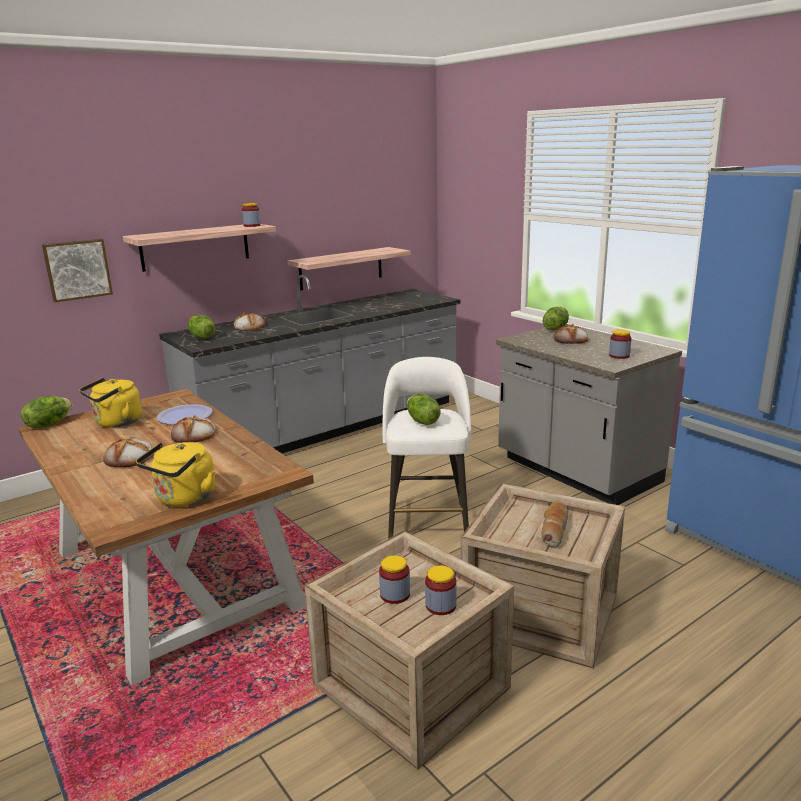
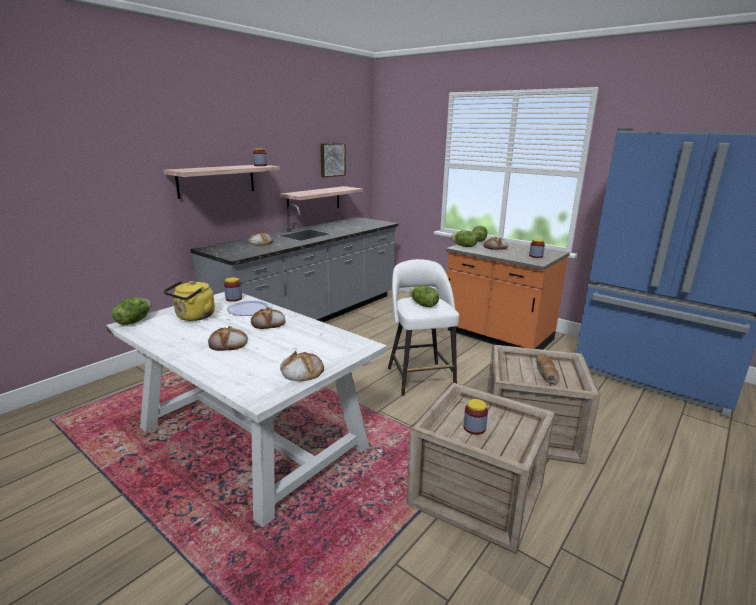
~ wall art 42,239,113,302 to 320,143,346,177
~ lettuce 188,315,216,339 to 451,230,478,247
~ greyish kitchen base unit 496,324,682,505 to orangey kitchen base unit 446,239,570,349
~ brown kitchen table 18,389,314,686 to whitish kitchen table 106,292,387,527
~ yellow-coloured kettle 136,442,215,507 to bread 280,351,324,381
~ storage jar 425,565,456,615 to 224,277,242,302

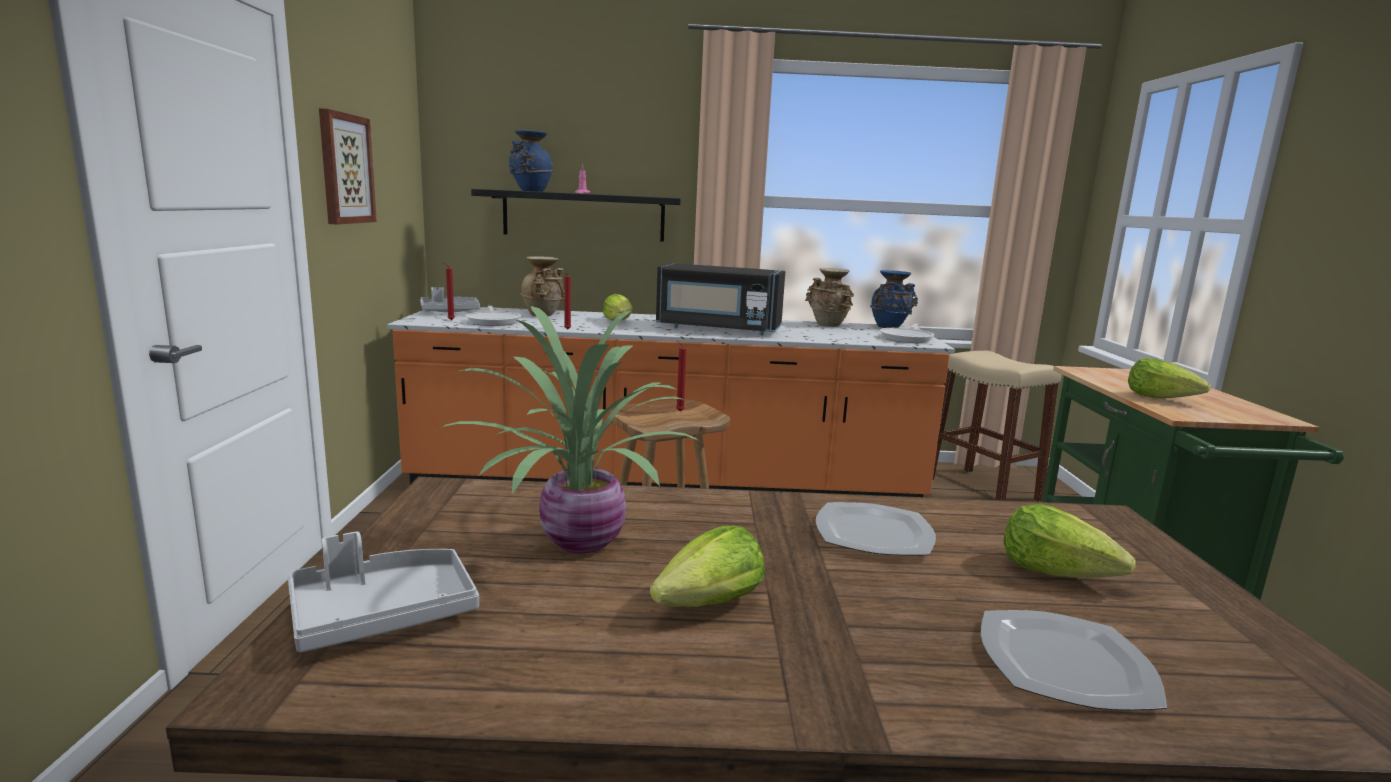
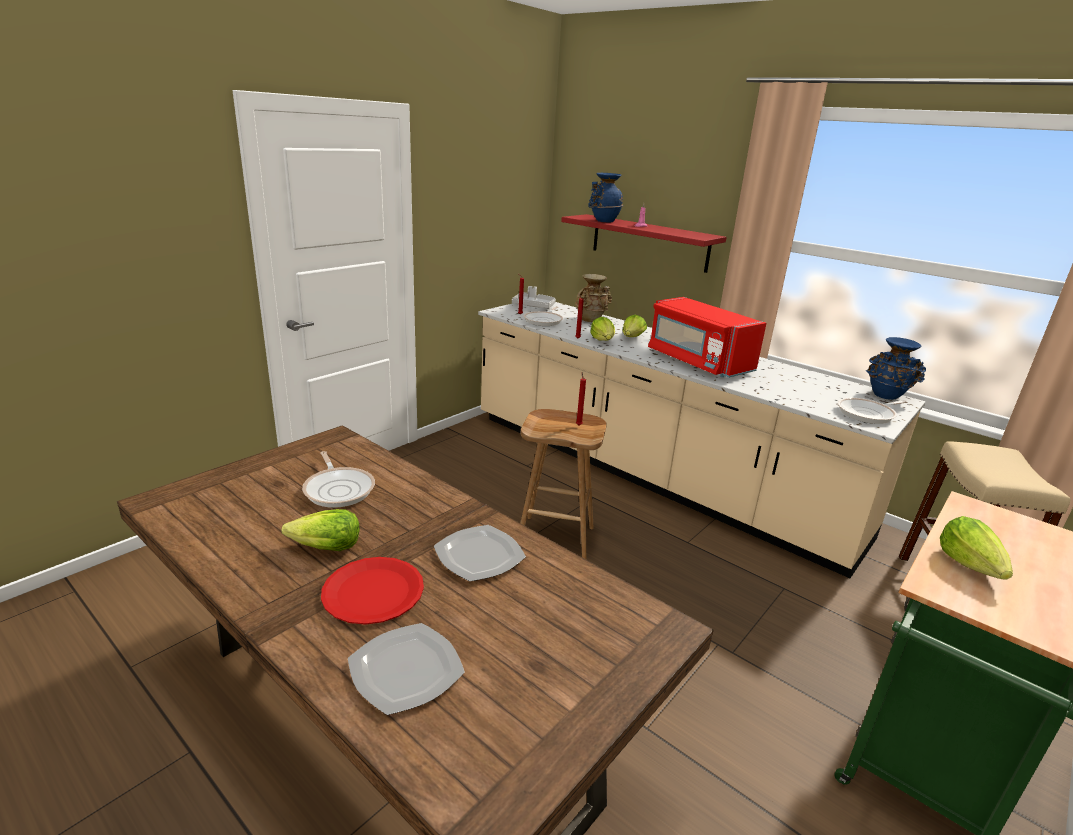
- wall art 319,108,377,224
~ black shelf 471,189,681,242 to red-coloured shelf 561,214,727,273
~ black microwave 656,263,785,335 to red-coloured microwave 648,297,767,378
- beige-coloured flower vase 805,268,854,327
~ plant in a pot 435,306,704,553 to skillet 302,451,375,508
~ orangey kitchen base unit 387,307,955,497 to beige-coloured kitchen base unit 478,302,925,578
~ lettuce 1003,504,1136,578 to 590,317,615,341
- greyish carrying tray 288,532,479,653
+ red-coloured plate 321,557,424,625

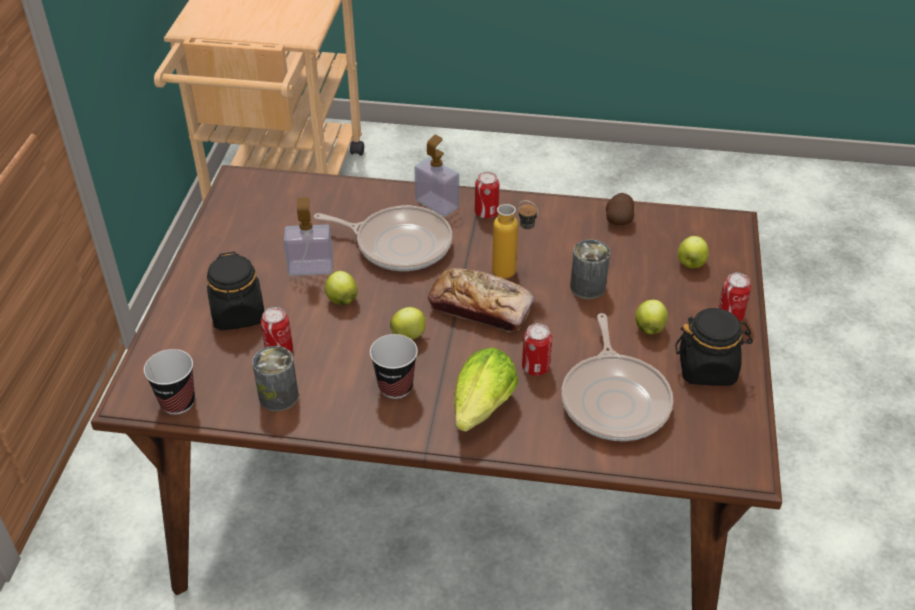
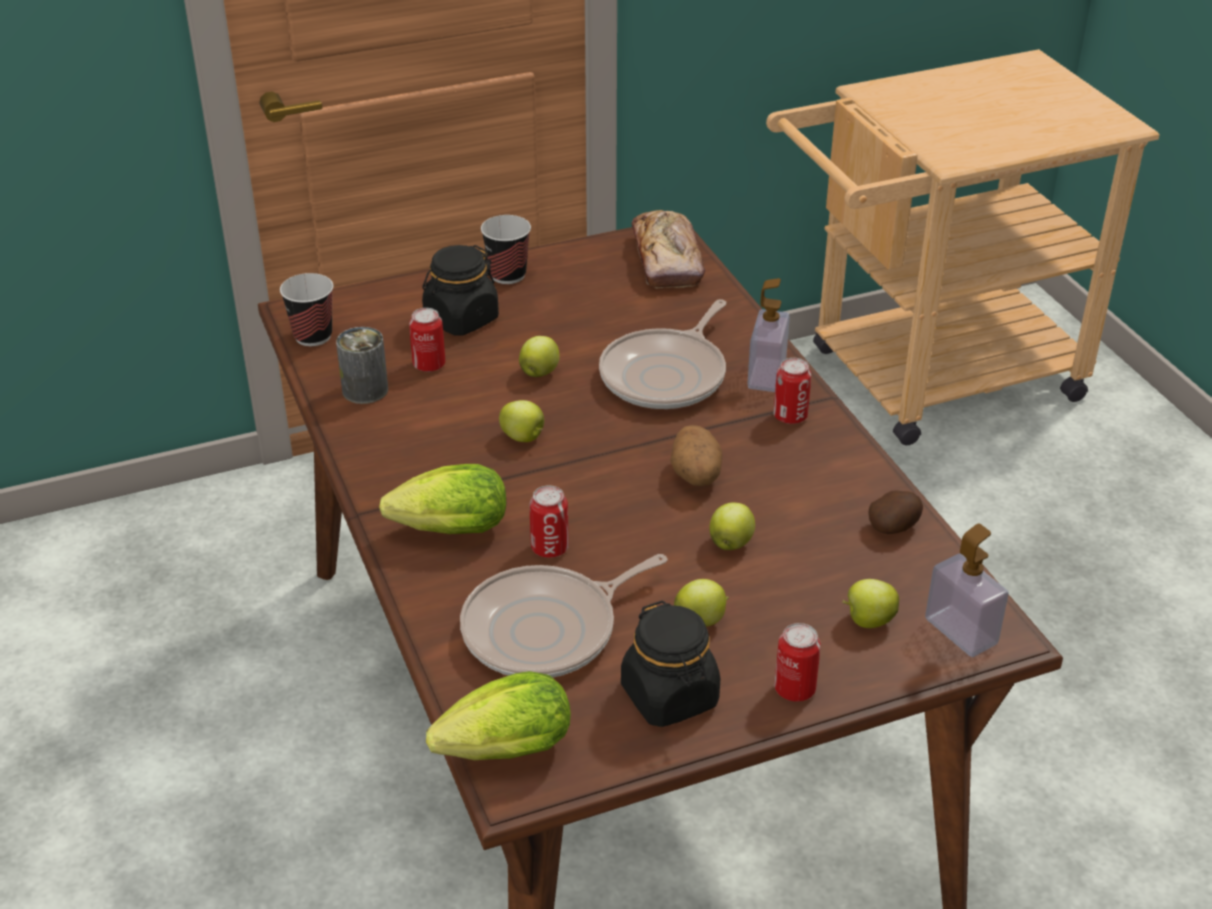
~ liquid soap bottle 284,197,333,276 to 925,523,1009,657
~ beverage bottle 492,200,538,279 to potato 670,425,722,486
~ skillet 314,206,452,271 = 599,299,726,409 45 degrees clockwise
~ metal can 570,240,610,299 to apple 709,503,755,550
~ bread 428,268,535,332 to 632,210,705,289
~ cup 370,334,418,399 to 481,215,531,284
+ lettuce 426,671,571,760

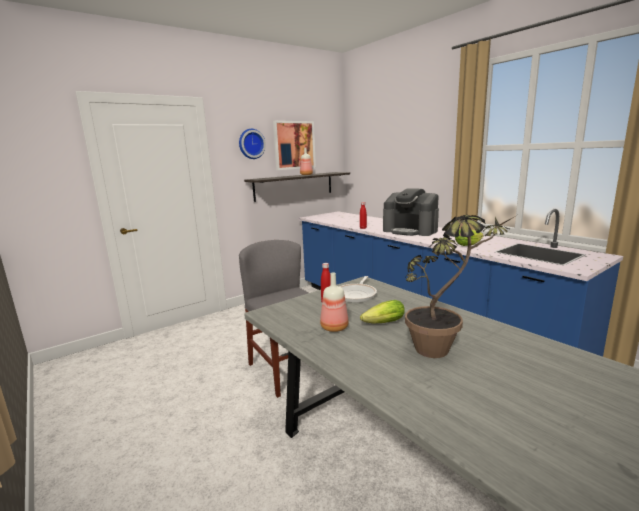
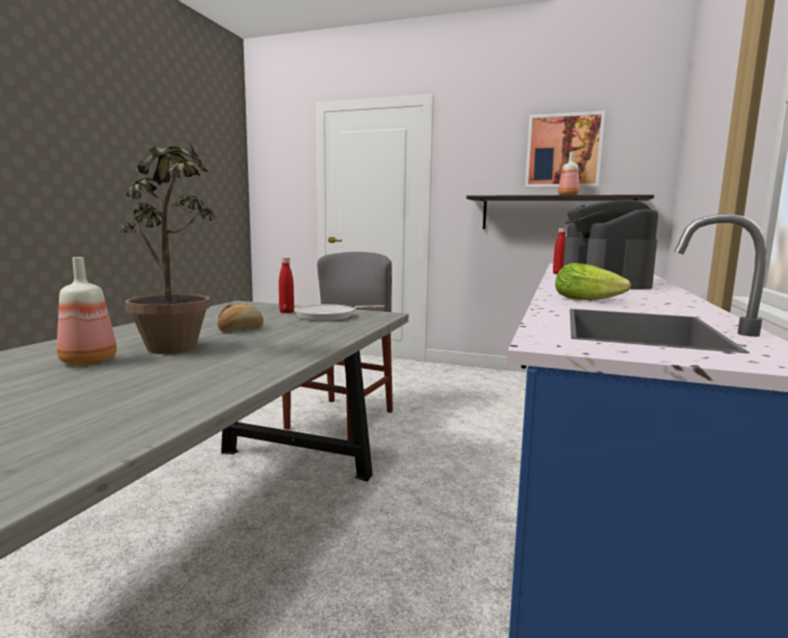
- wall clock 239,129,266,159
~ beverage bottle 320,272,349,332 to 57,257,117,365
~ lettuce 360,300,405,323 to bread 218,303,264,332

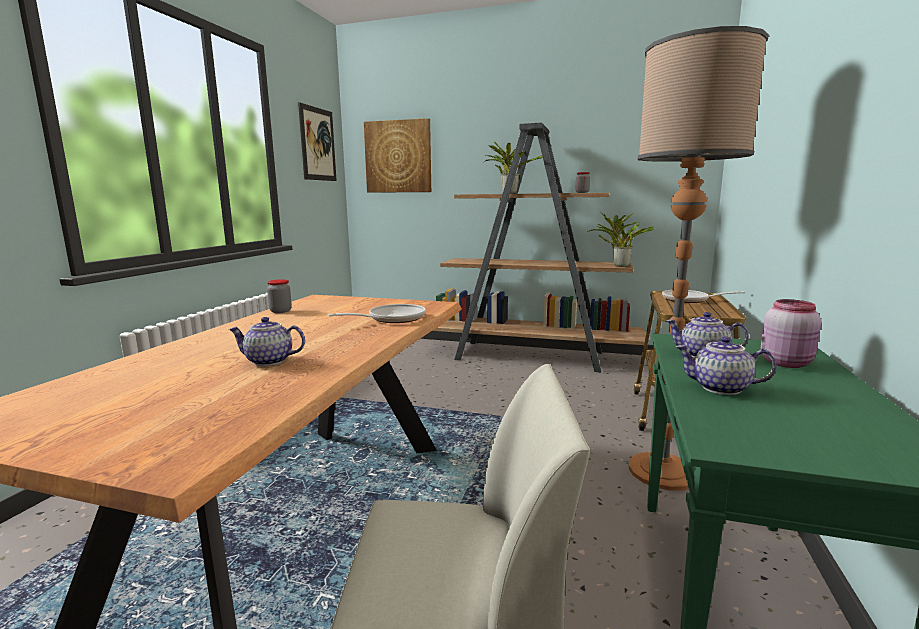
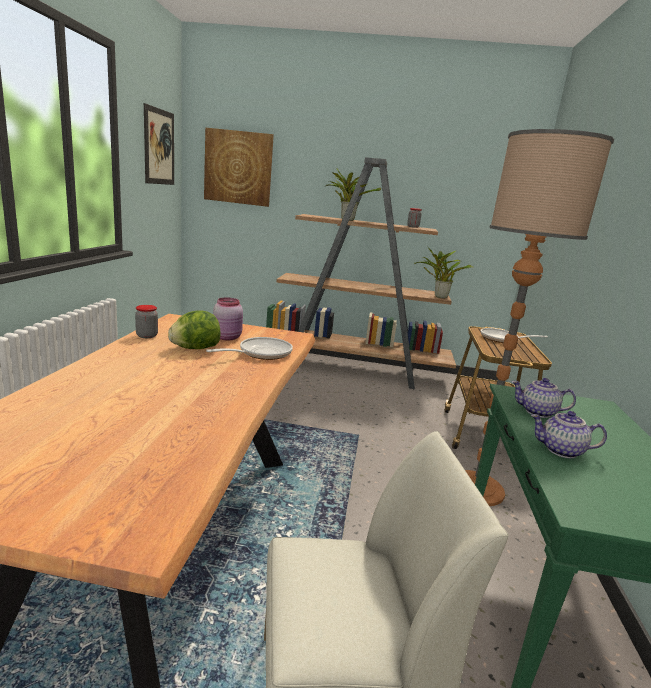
~ pinkish storage jar 761,299,821,368 to 213,298,243,340
- pot for tea 229,317,305,366
+ lettuce 168,311,221,349

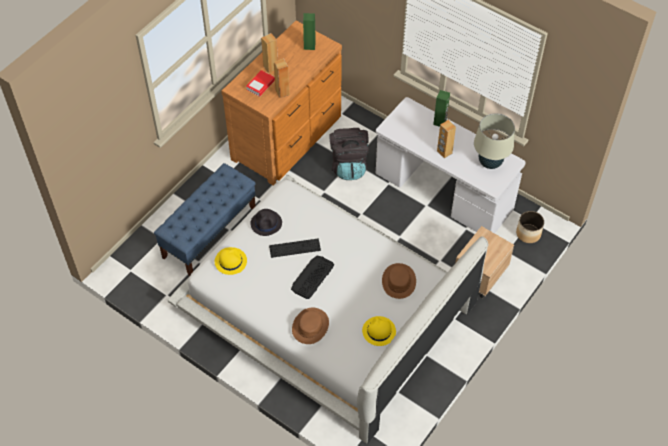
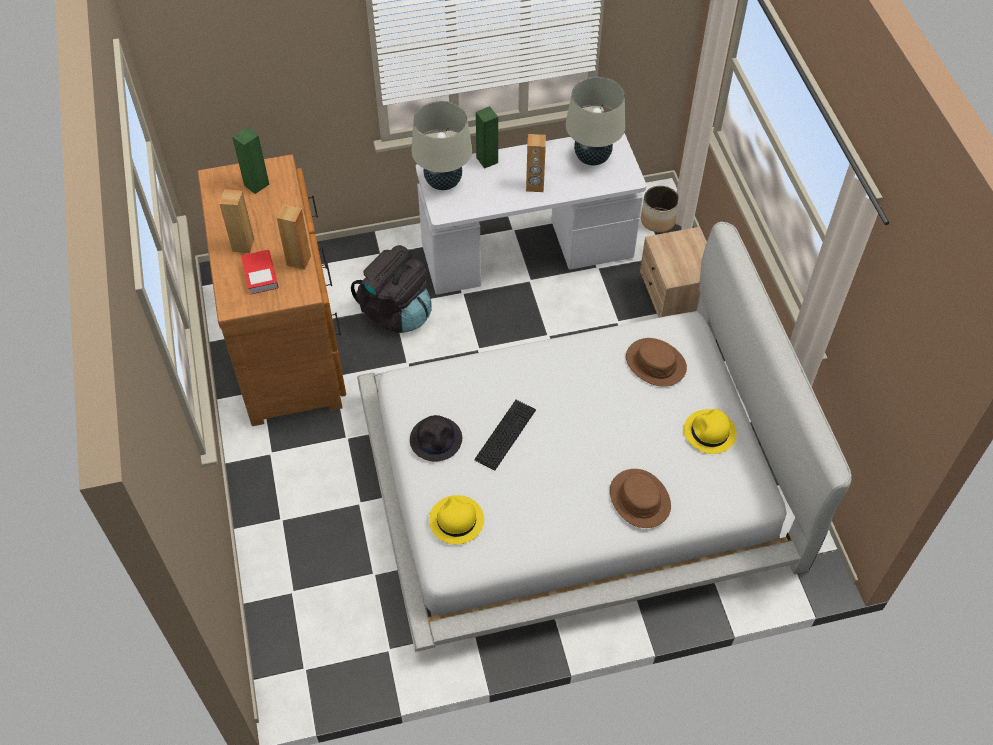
- blue long seat 154,163,256,276
- PC keyboard 291,256,334,299
+ beige-coloured lamp for a table 412,101,472,190

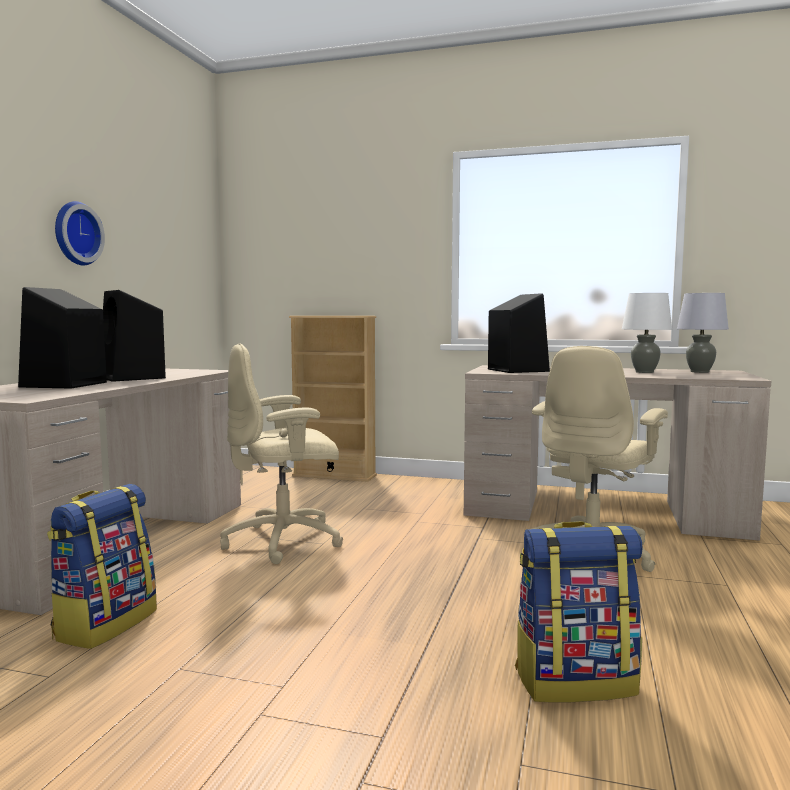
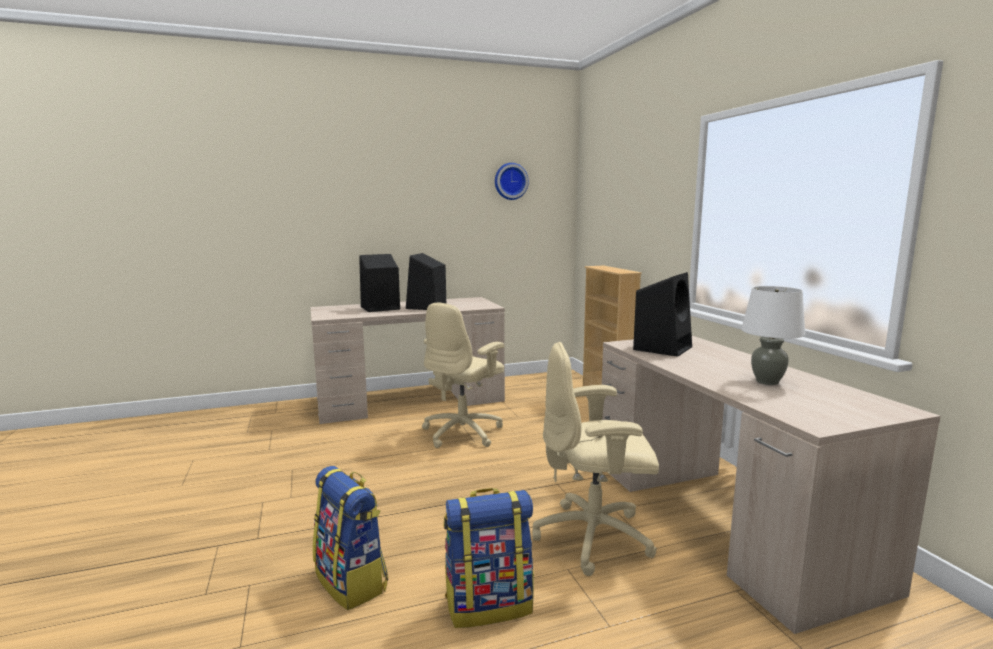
~ wall clock 55,201,105,265 to 495,163,529,200
- greyish lamp for a table 677,293,729,373
~ beige-coloured computer chair 220,344,343,564 = 422,303,504,448 90 degrees counterclockwise
~ knapsack 47,484,157,649 to 444,488,534,628

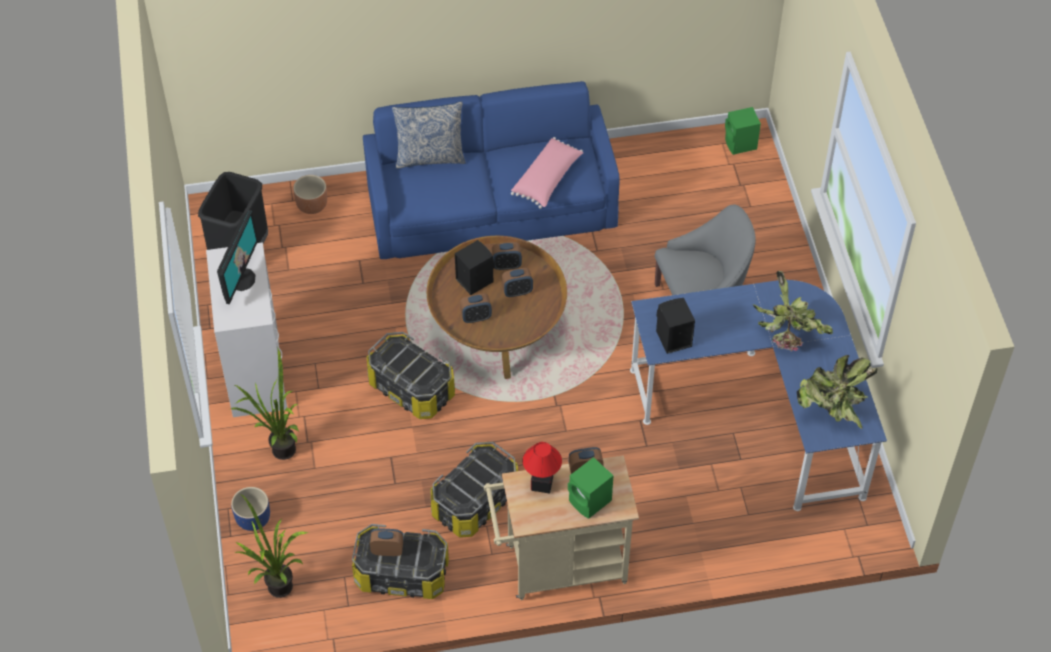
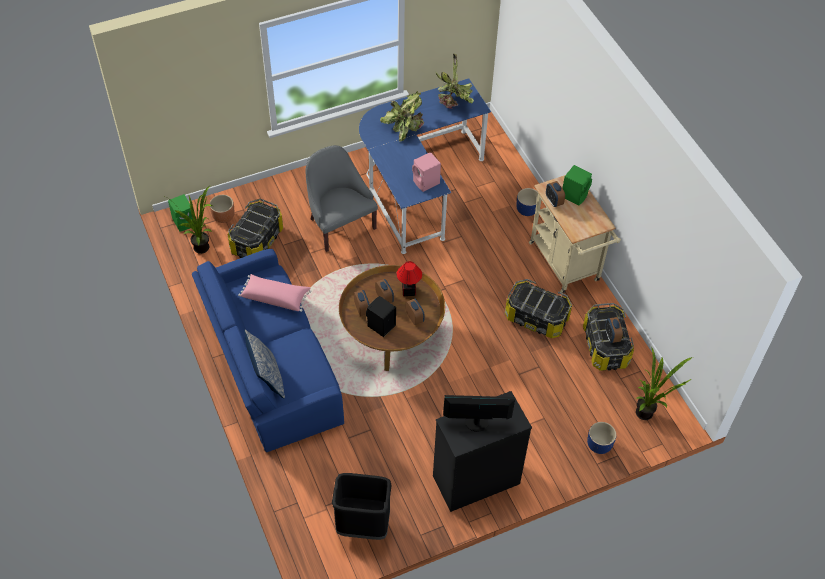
~ brown planter 293,175,327,214 to 210,195,235,223
~ whitish chest of drawers 206,242,287,417 to black chest of drawers 433,391,532,512
~ black speaker 656,298,695,354 to pinkish speaker 412,152,441,192
~ storage box 367,332,455,419 to 227,199,283,258
~ plant in a pot 230,349,299,460 to 165,186,213,254
~ lamp for a table 523,442,562,493 to 396,261,422,296
+ blue planter 516,188,538,216

